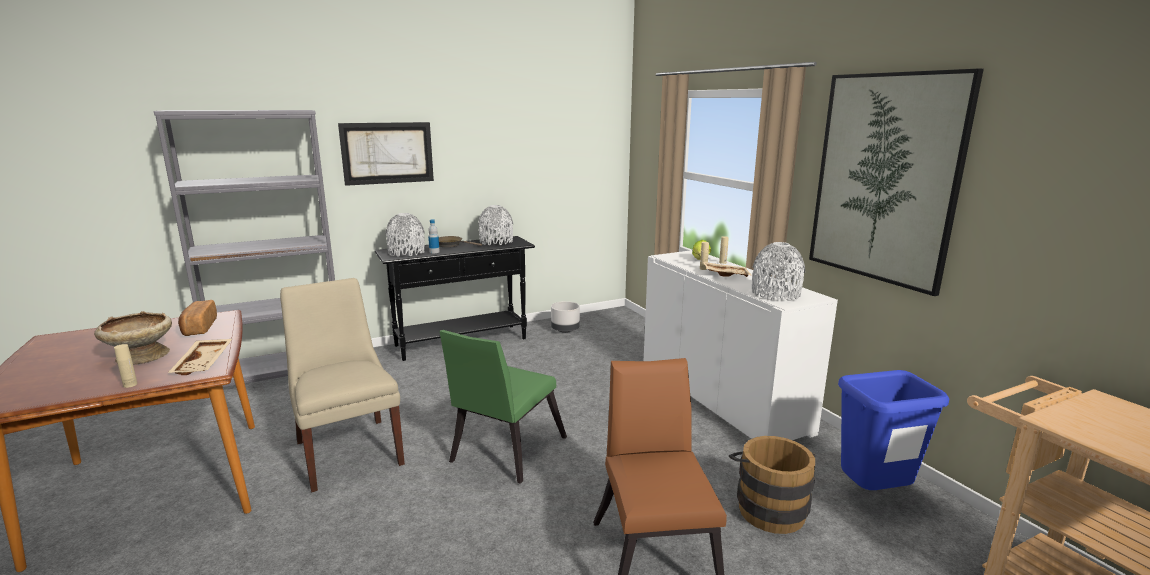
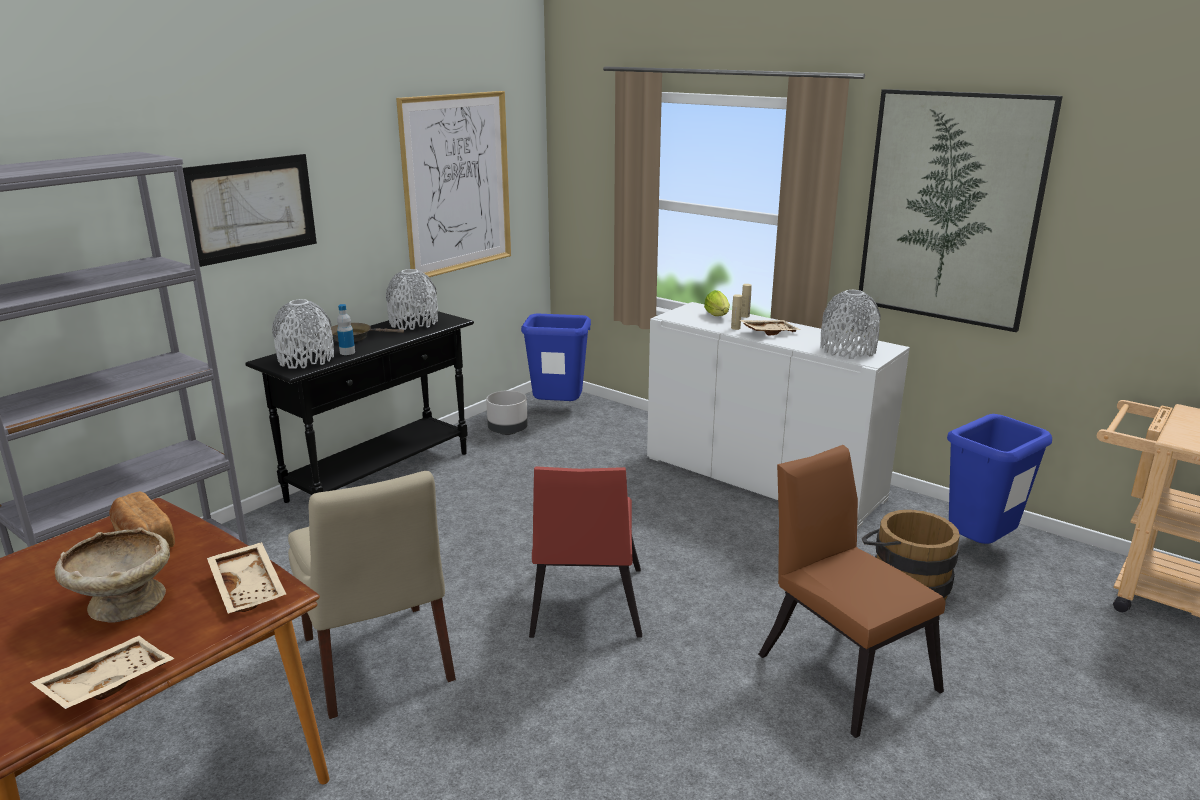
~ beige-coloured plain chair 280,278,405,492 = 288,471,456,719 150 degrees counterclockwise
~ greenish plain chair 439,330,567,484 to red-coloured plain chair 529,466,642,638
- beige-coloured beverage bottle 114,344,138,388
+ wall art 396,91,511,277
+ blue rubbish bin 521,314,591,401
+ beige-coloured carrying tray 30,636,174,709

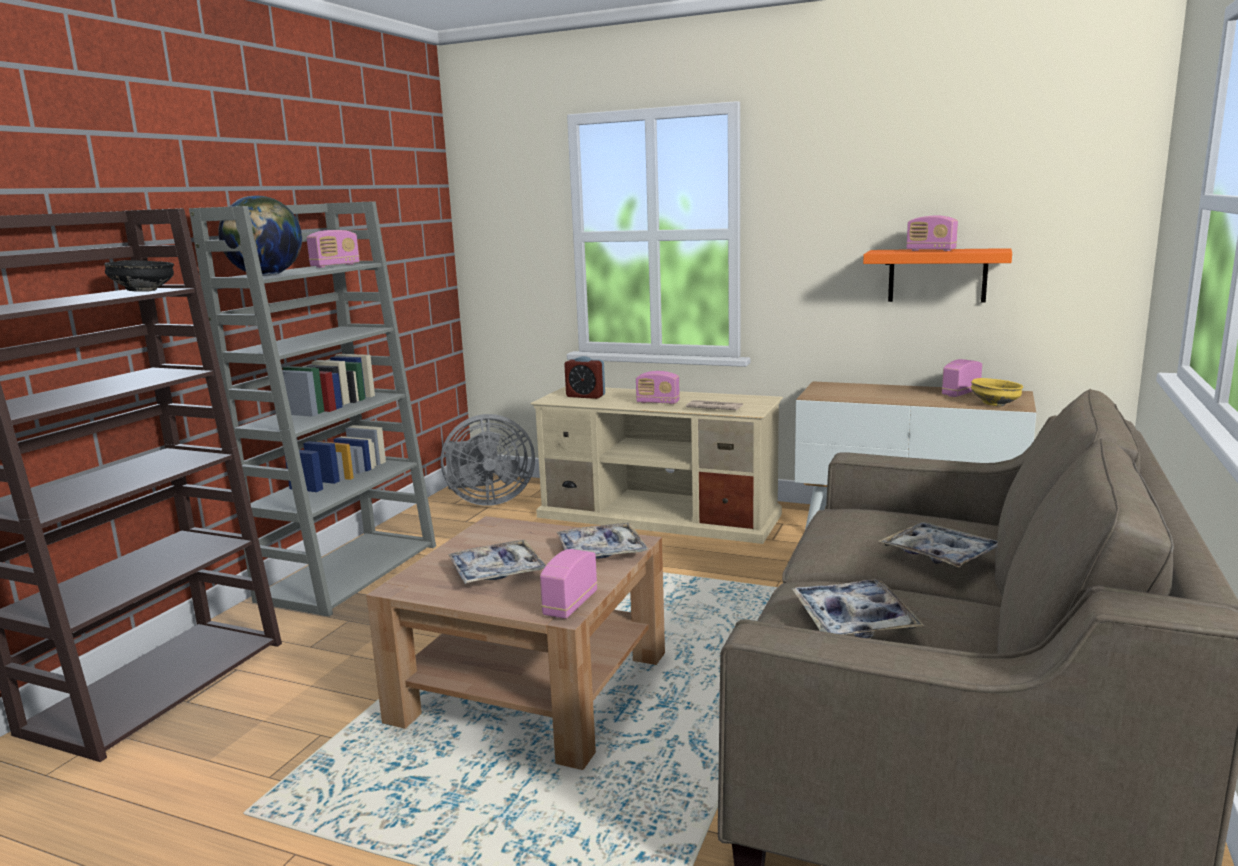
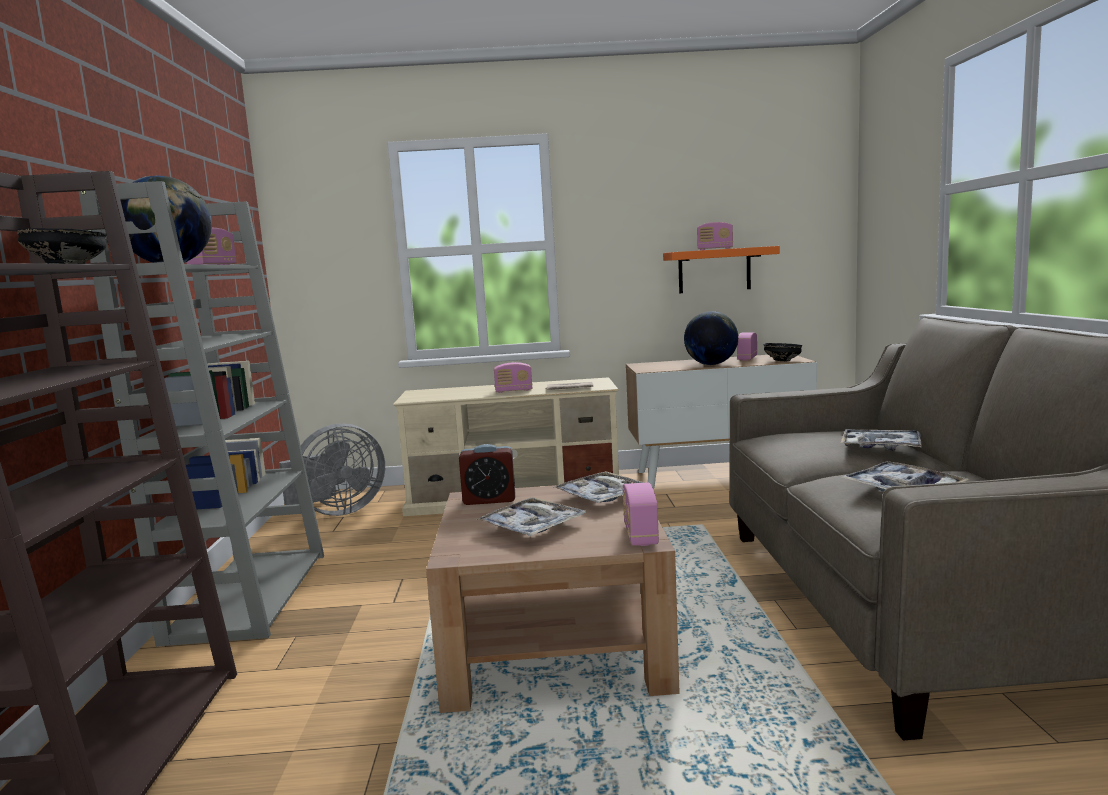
~ table clock 564,356,605,399 to 459,444,515,505
~ yellow-coloured bowl 971,378,1023,406 to black bowl 764,343,802,361
+ world globe 684,311,739,365

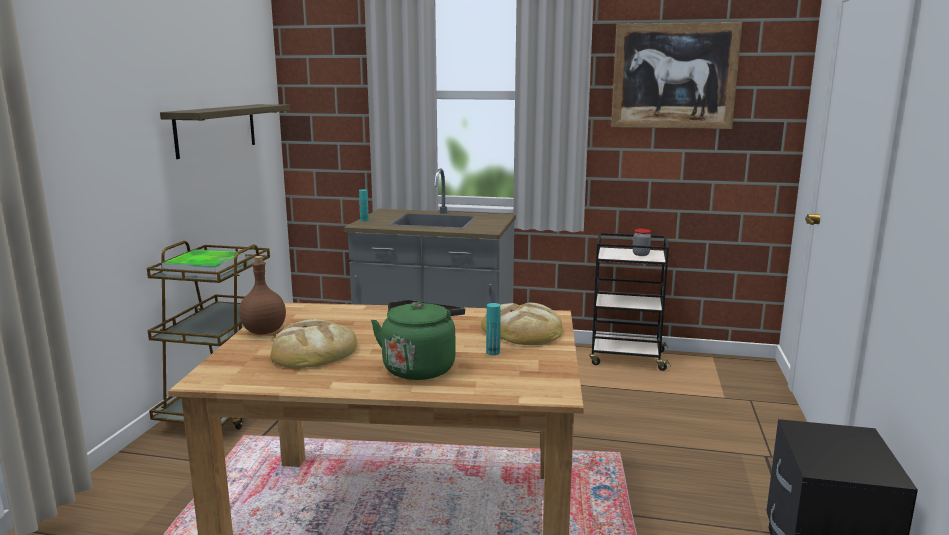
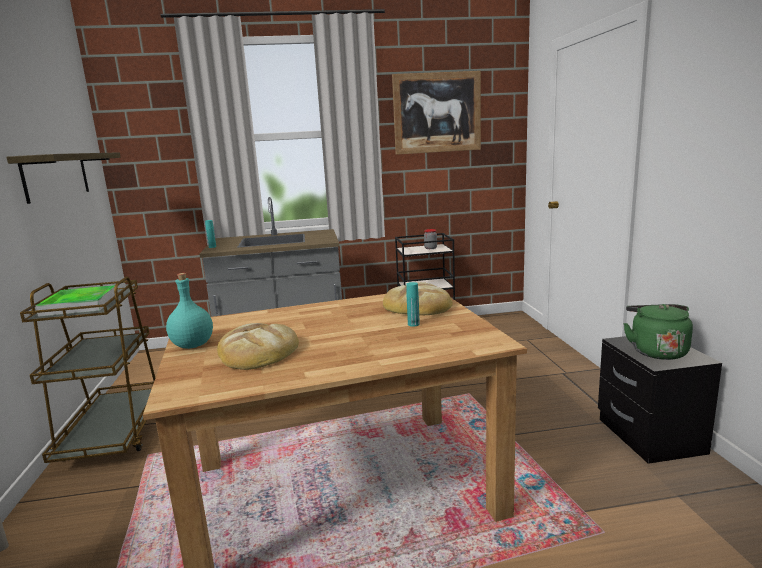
~ brown beverage bottle 239,256,286,334 to blue-green beverage bottle 166,273,213,349
~ greenish kettle 371,300,465,380 to 623,304,693,360

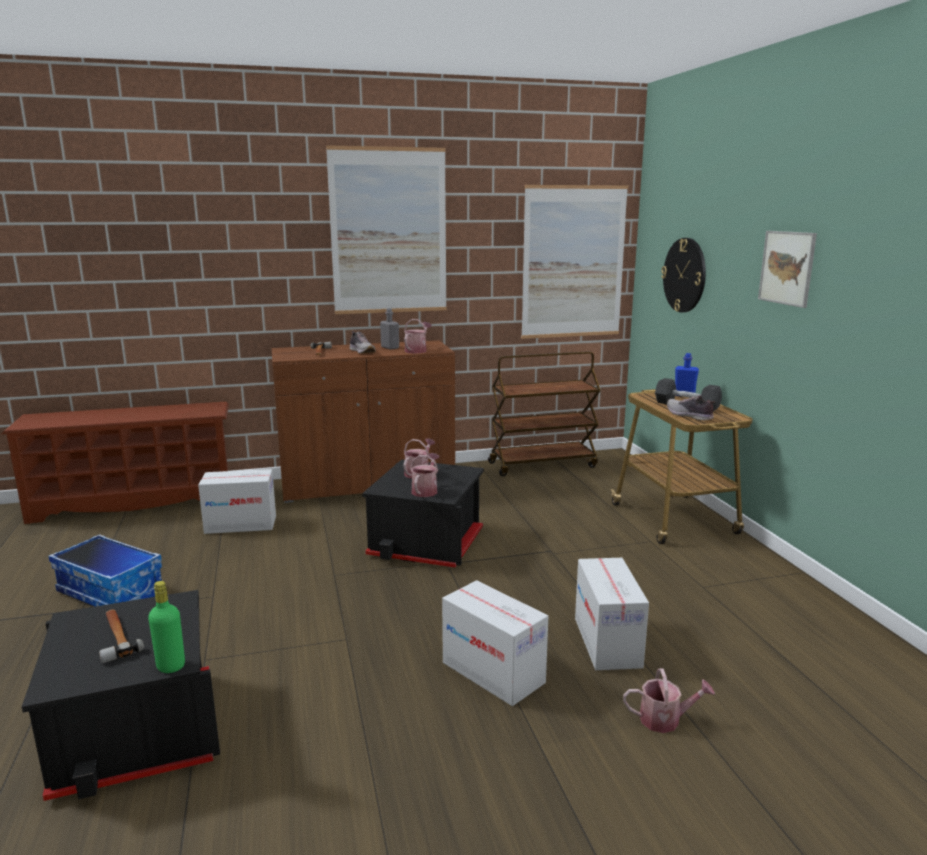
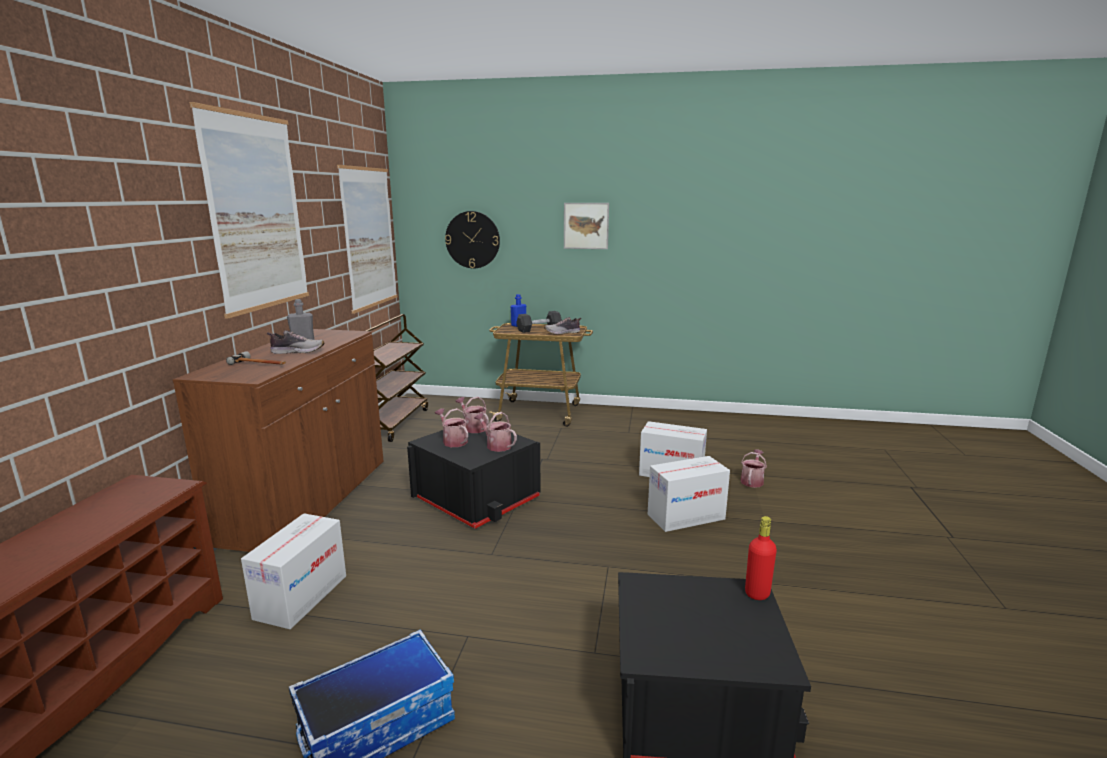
~ watering can 404,319,432,354 to 456,396,489,433
~ greenish beverage bottle 148,581,185,673 to red-coloured beverage bottle 745,516,777,600
- hand hammer 99,610,144,663

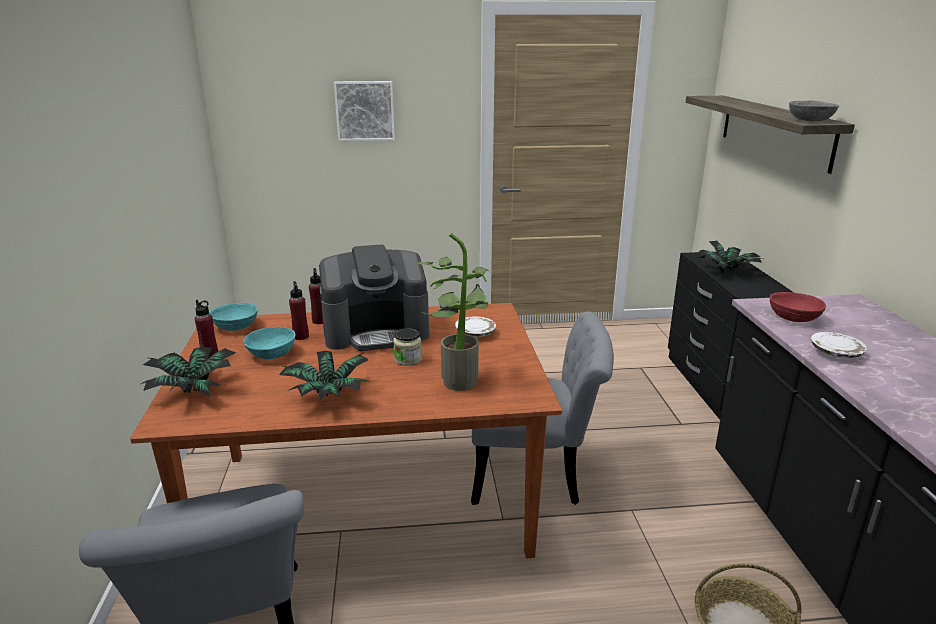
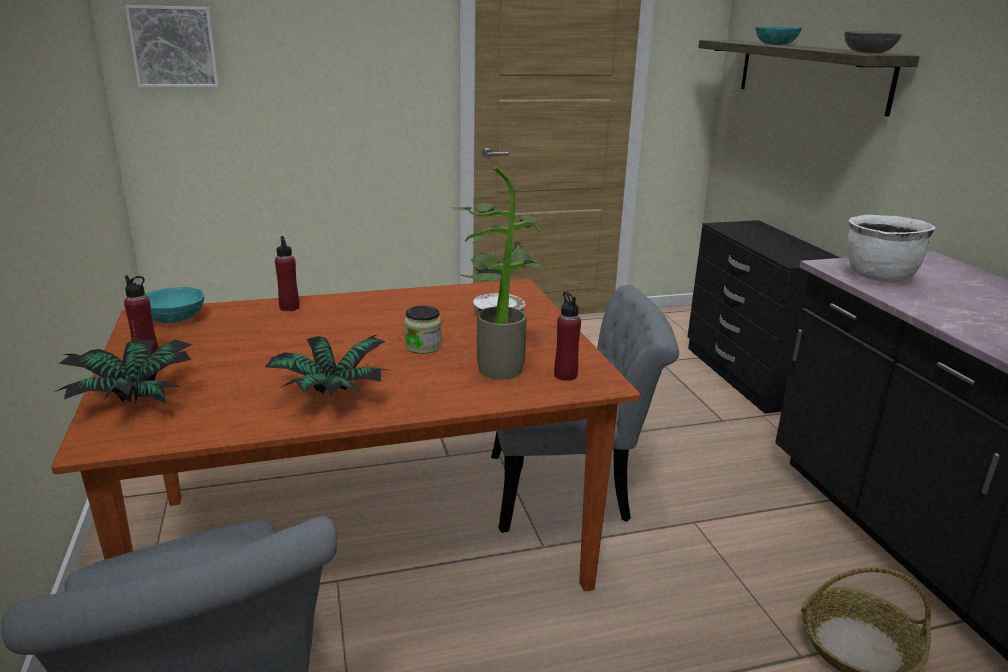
~ wall art 334,81,395,141 to 125,5,219,88
- plant in a pot 697,241,762,273
- coffee brewer 319,244,429,351
~ red-coloured beverage bottle 289,281,309,340 to 554,291,581,381
~ red-coloured bowl 770,292,826,322 to whitish cooking pot 847,215,936,282
~ blue-green bowl 243,327,296,359 to 756,27,802,45
- whitish plate 811,332,867,359

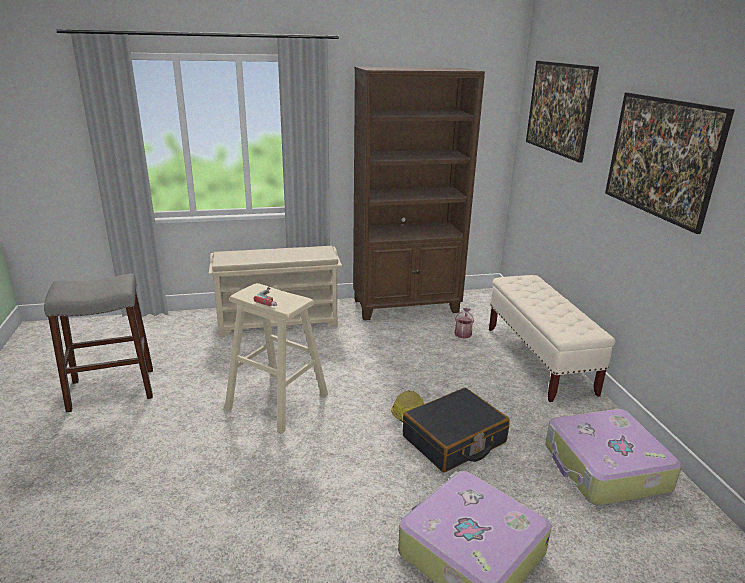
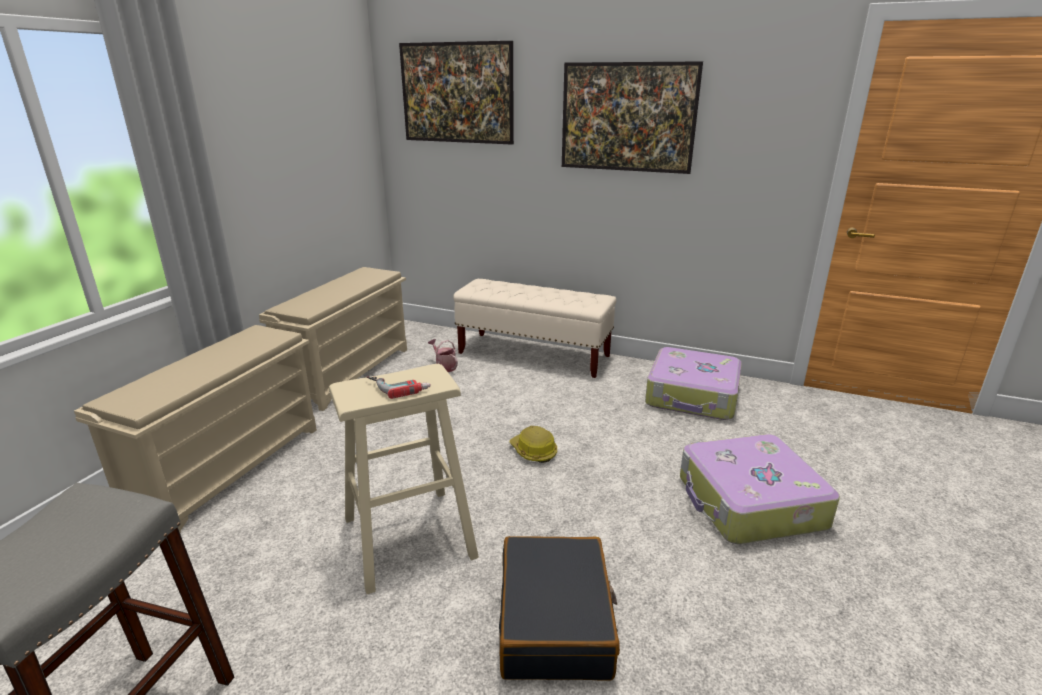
~ brown bookshelf 353,67,485,320 to beige-coloured shoe stand 259,267,407,411
~ black piece of luggage 403,388,510,472 to 499,536,620,681

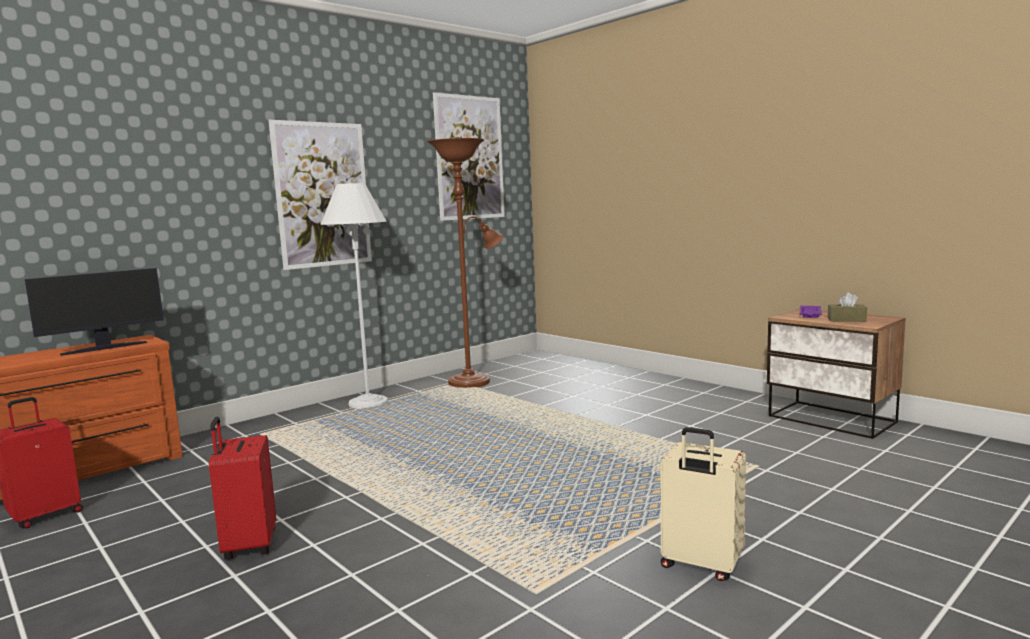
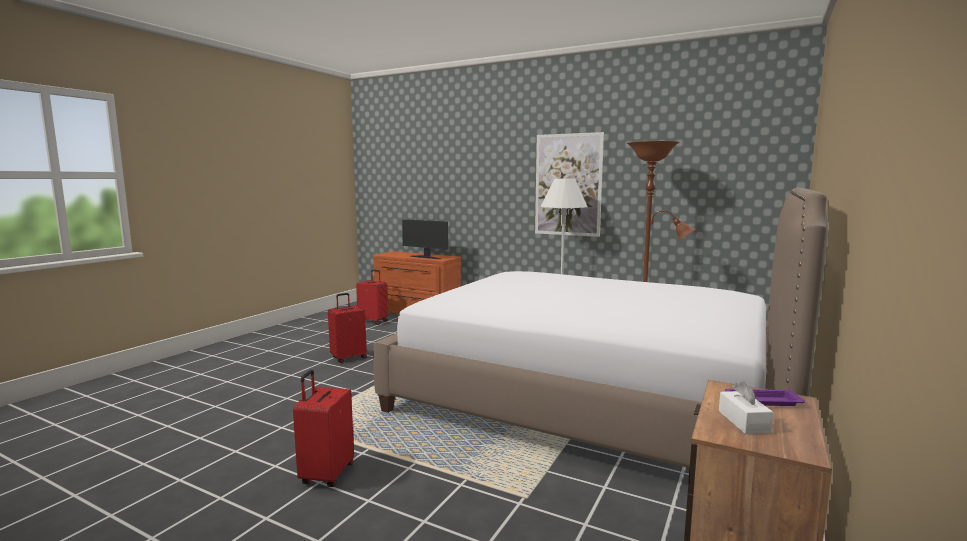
- wall art 433,92,505,221
~ brown tissue box 828,292,867,322 to whitish tissue box 719,381,773,434
~ beige-coloured piece of luggage 661,427,746,581 to red-coloured piece of luggage 293,370,354,487
+ sleeping bed 373,188,828,468

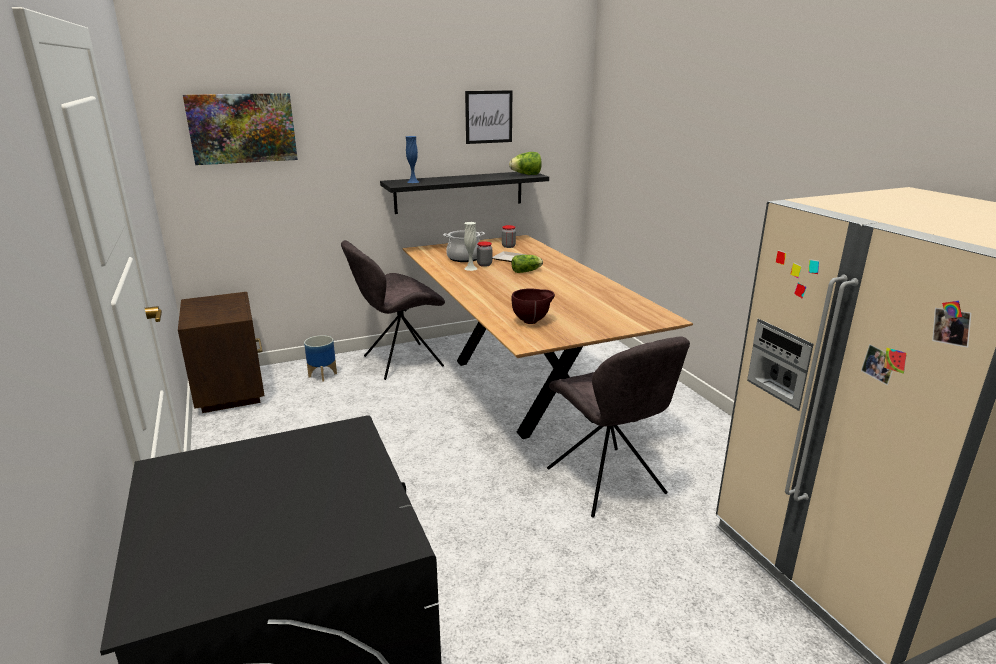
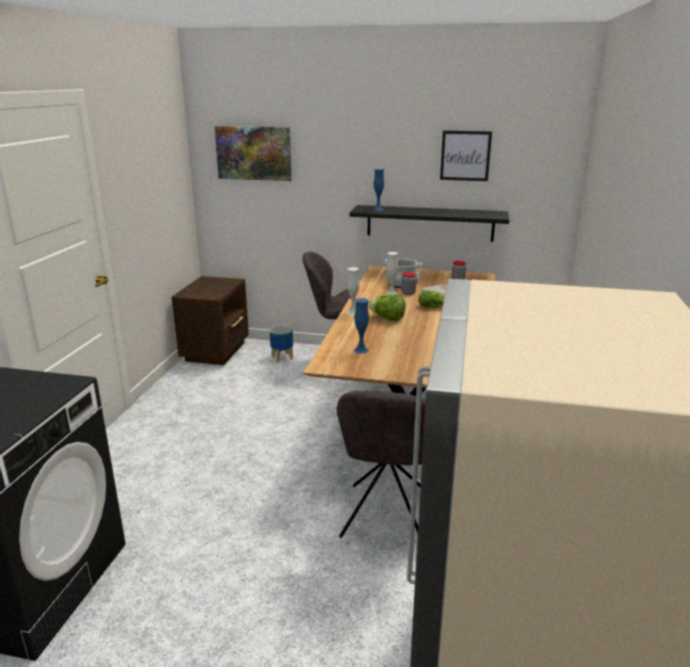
~ lettuce 509,152,542,175 to 369,295,406,321
~ brown bowl 511,289,555,324 to blue flower vase 354,298,369,354
+ whitish flower vase 347,267,360,316

